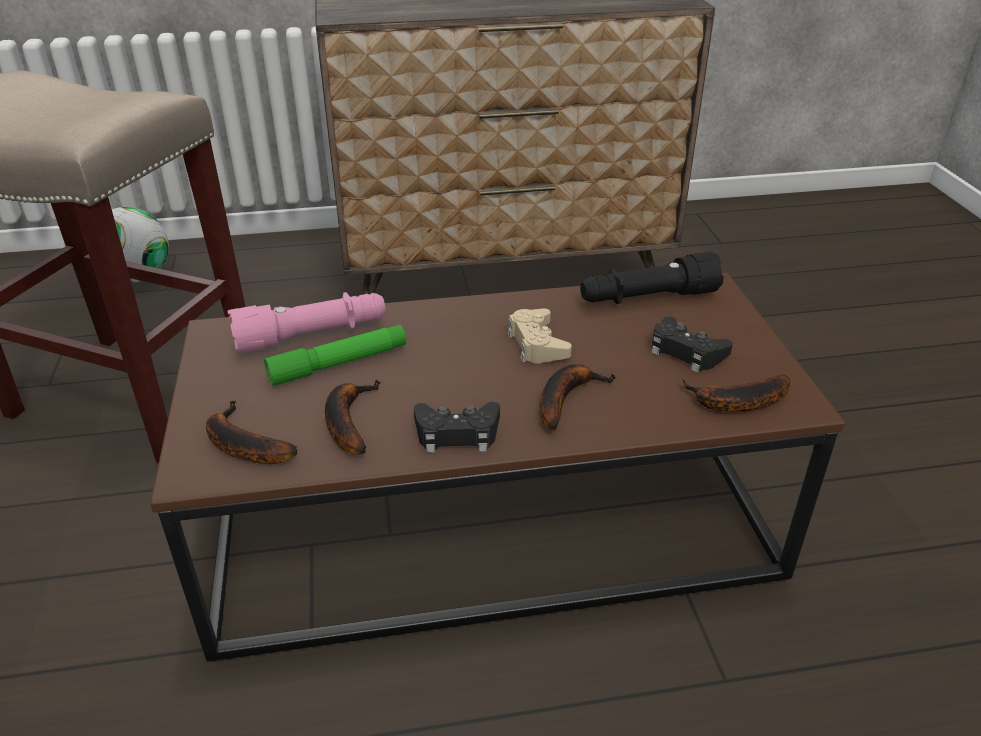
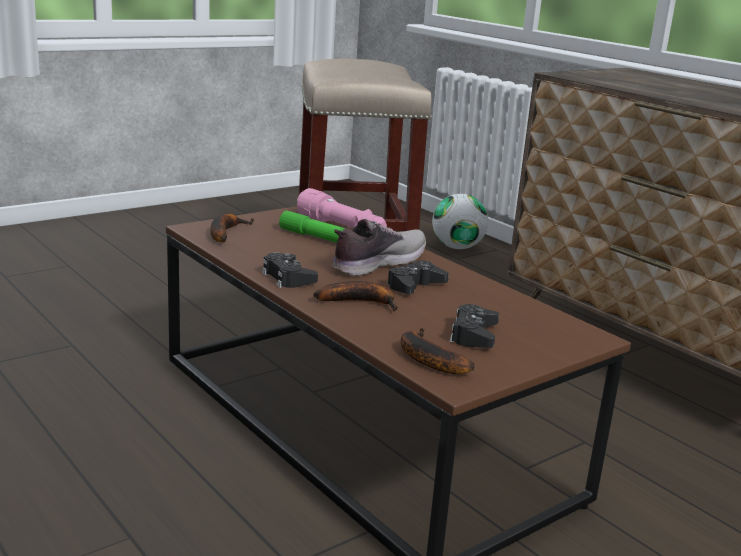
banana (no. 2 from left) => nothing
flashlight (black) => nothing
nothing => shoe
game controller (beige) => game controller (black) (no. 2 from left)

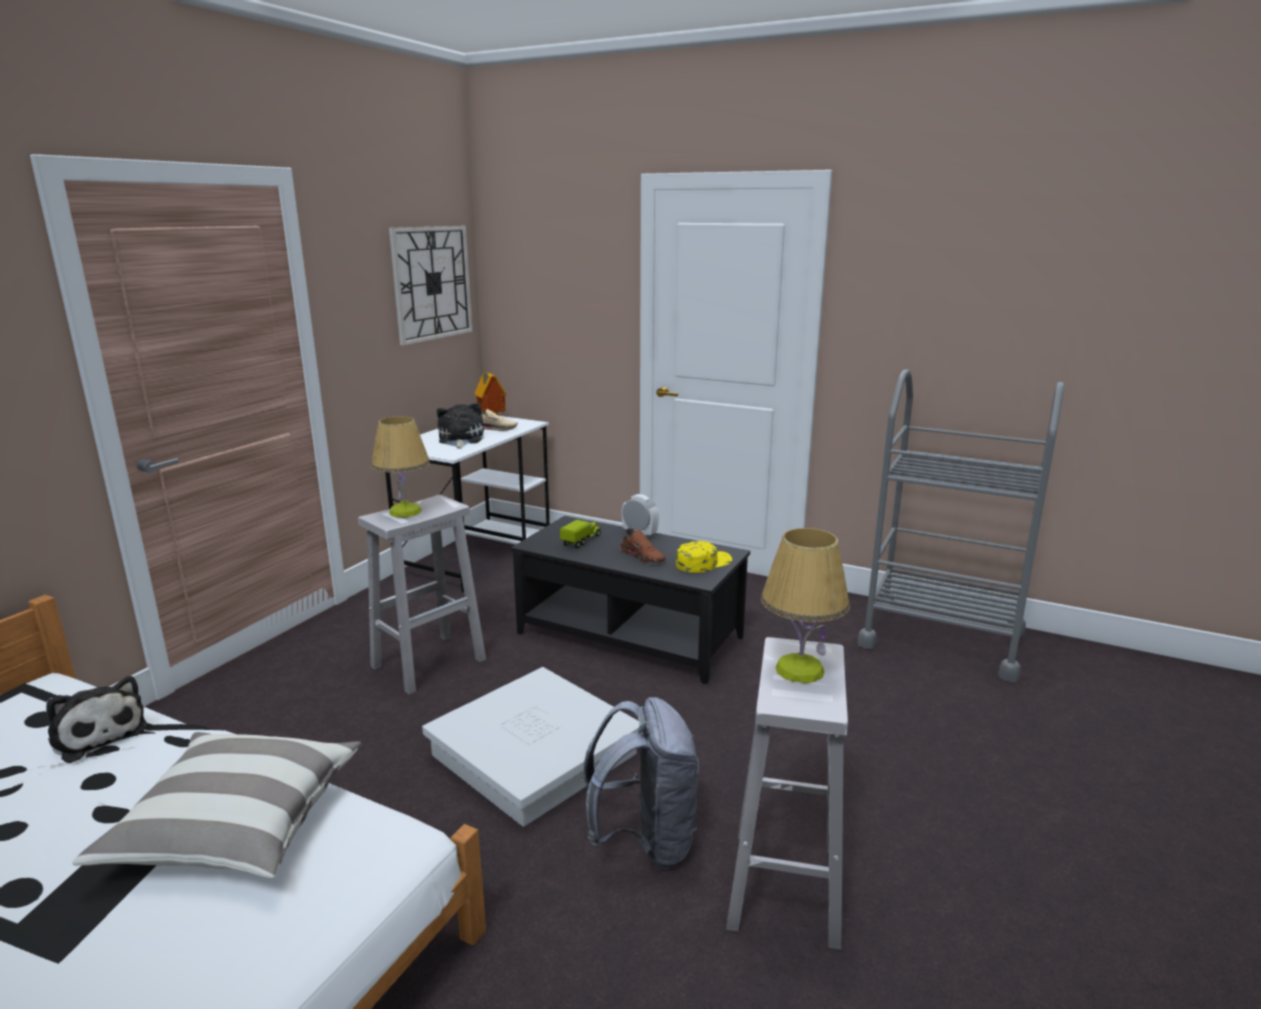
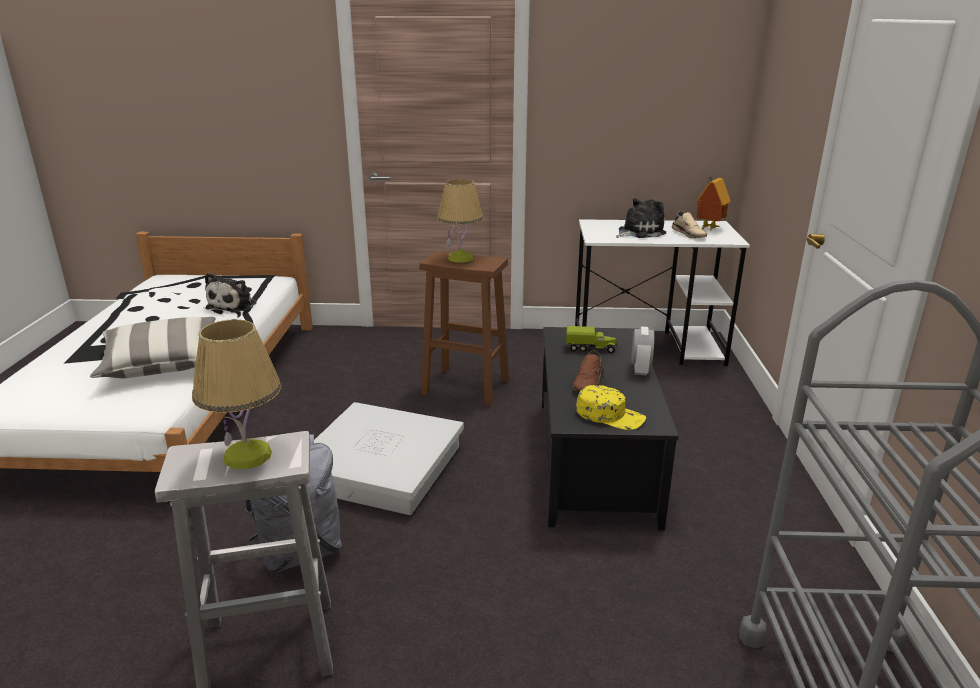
wall clock => nothing
stool (white) (no. 1 from left) => stool (brown)

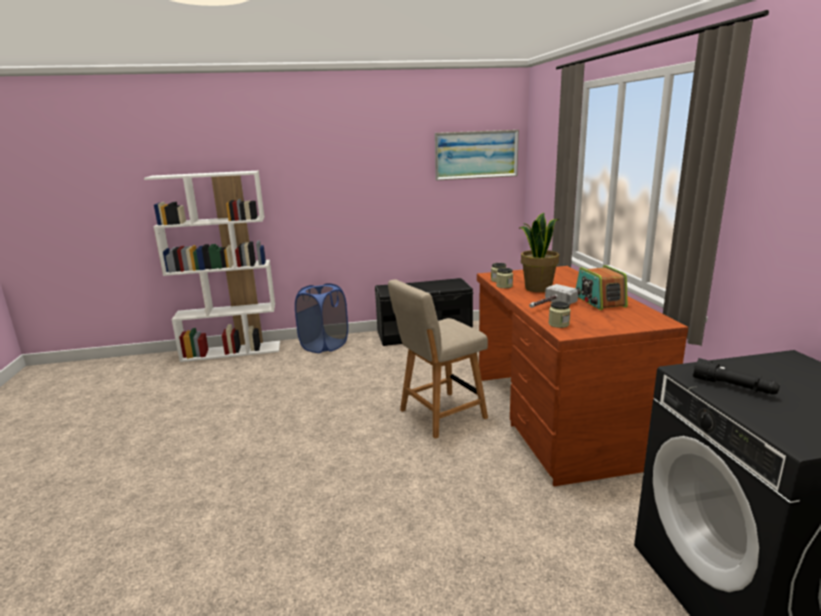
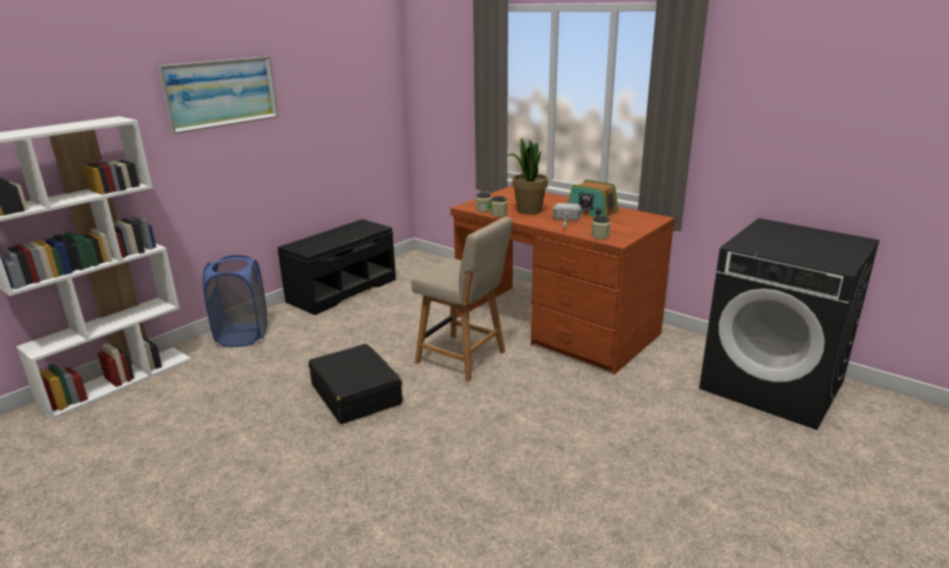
flashlight (black) => nothing
nothing => suitcase (black)
picture, relocated
chair (beige), 75 degrees counterclockwise

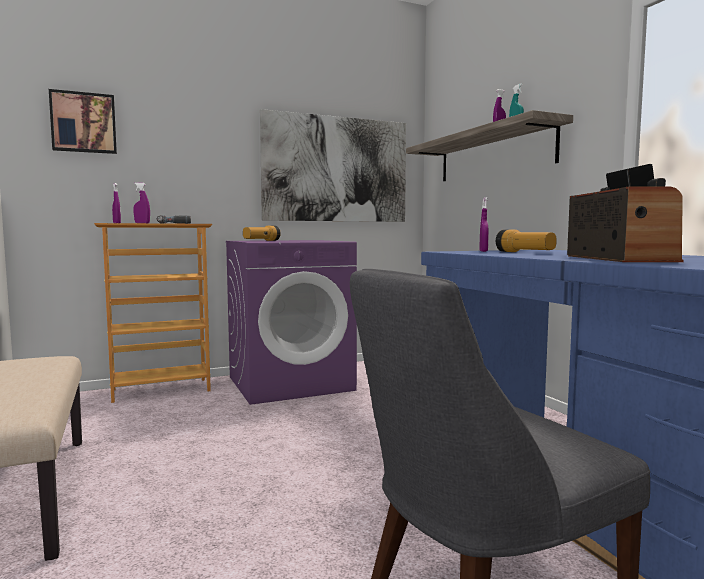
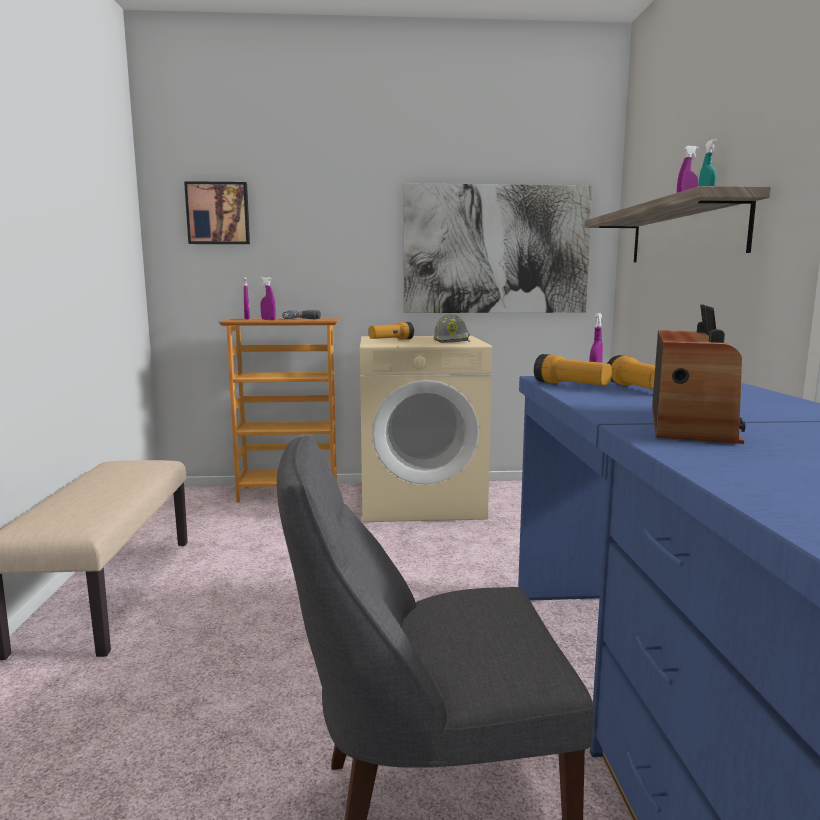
nothing => hard hat (grey)
nothing => flashlight (no. 2 from left)
washing machine (purple) => washing machine (beige)

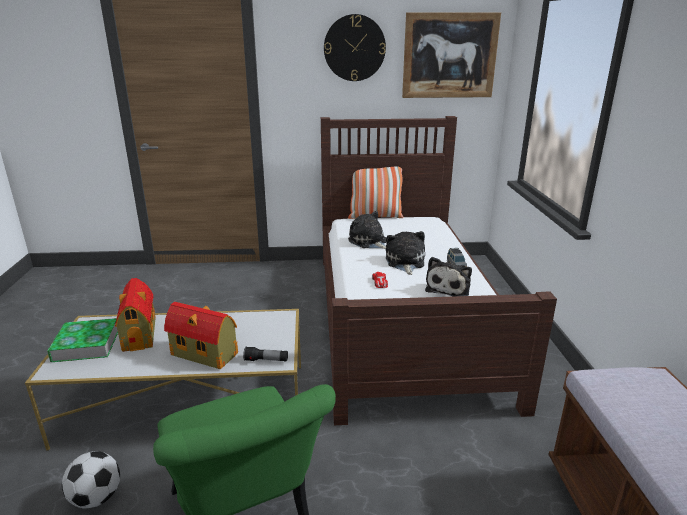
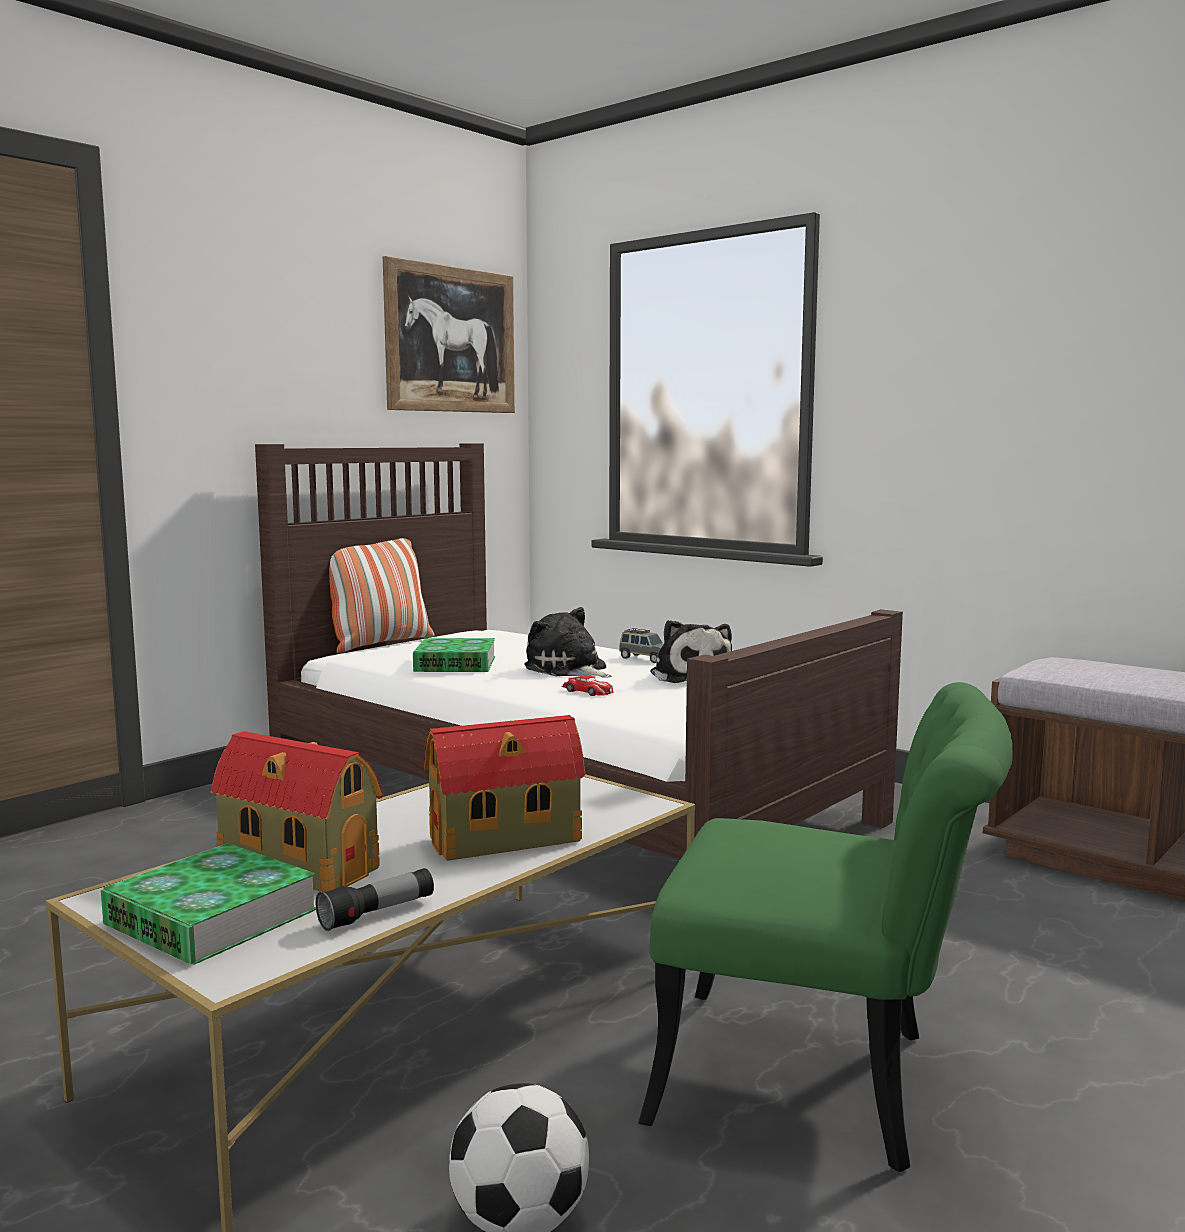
wall clock => nothing
flashlight, relocated
plush toy (no. 1 from left) => book (no. 2 from left)

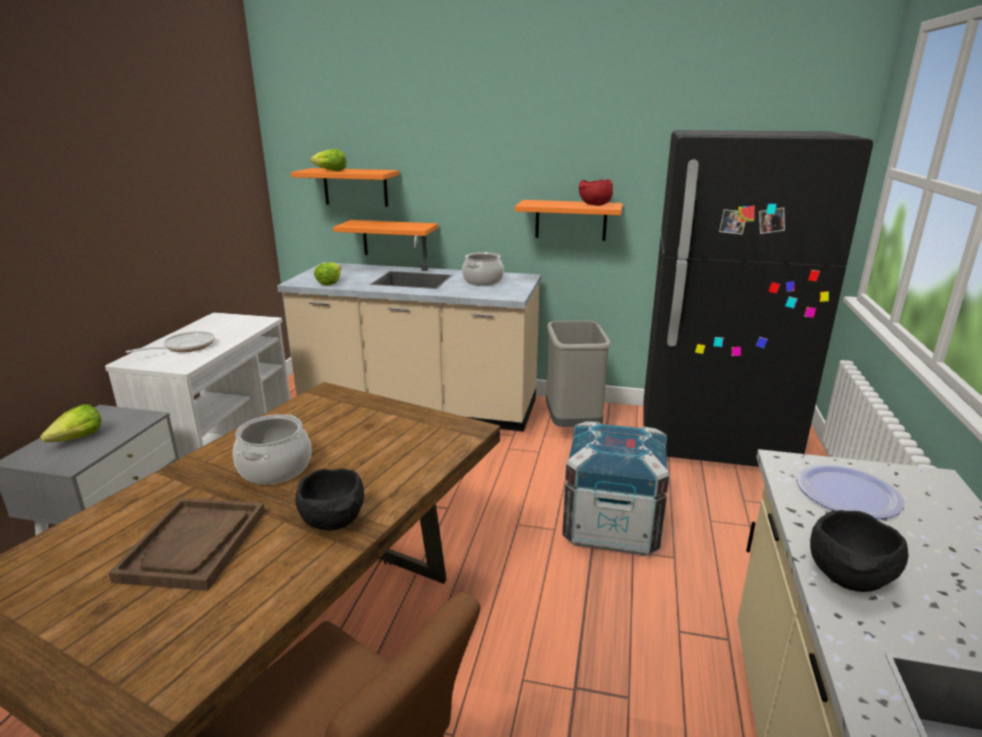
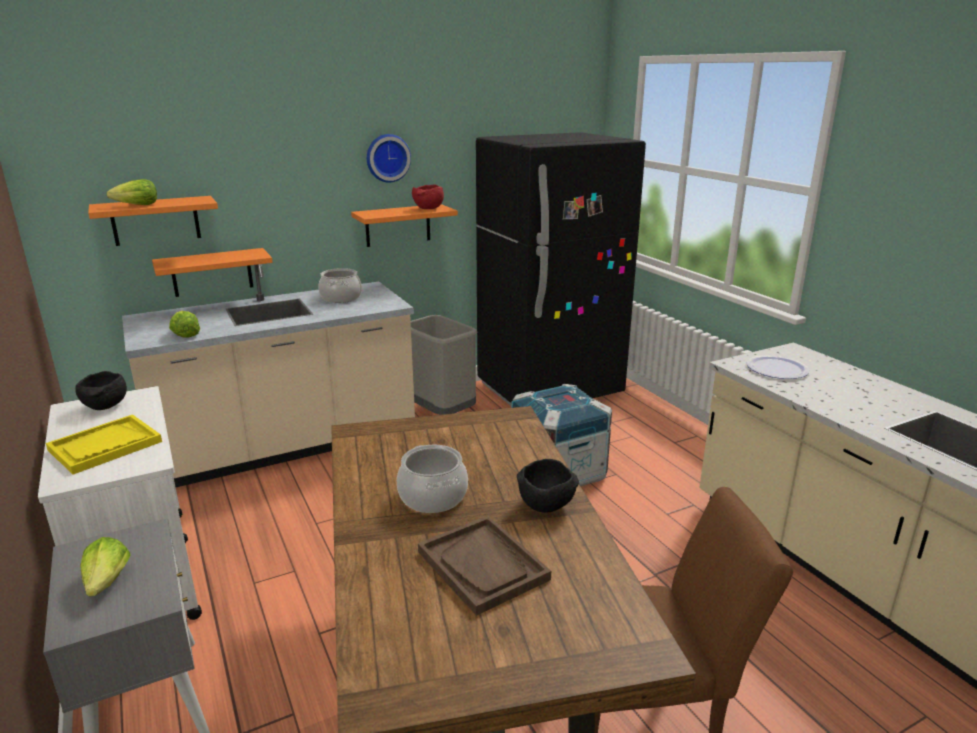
nothing => wall clock
bowl (black) (no. 2 from left in the first image) => bowl (black) (no. 1 from left), relocated
frying pan => tray (yellow)

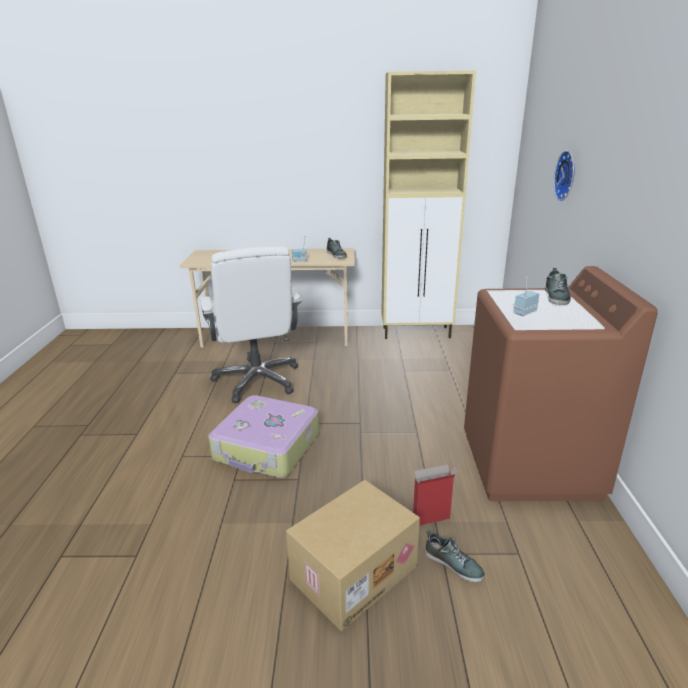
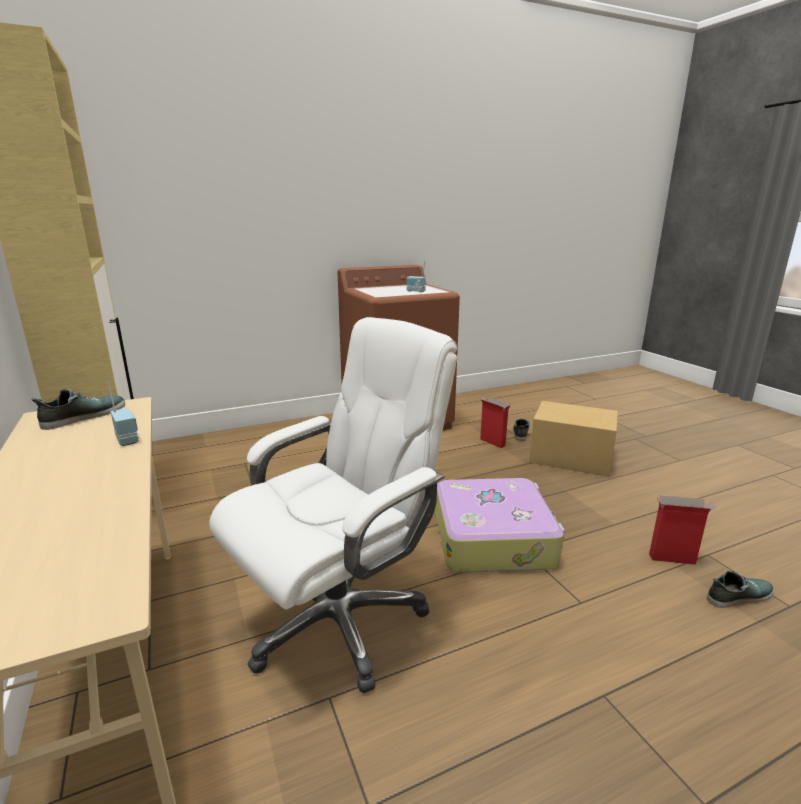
wall clock => nothing
nothing => cardboard box (no. 3 from left)
shoe (no. 3 from left), relocated

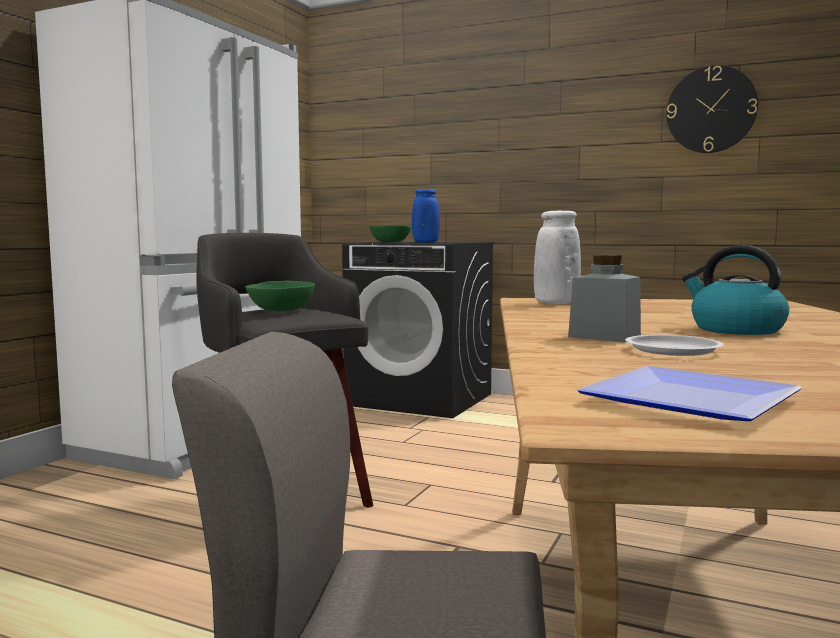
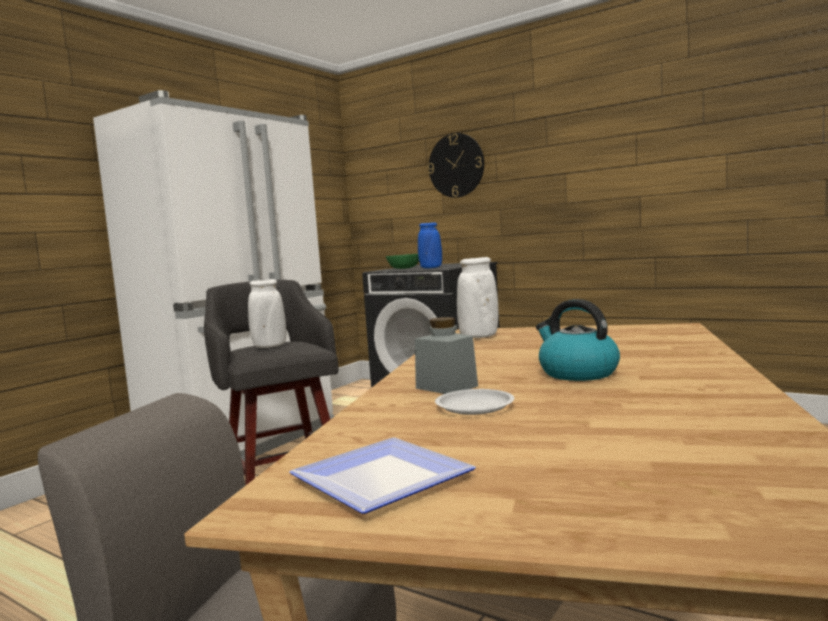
wall clock, relocated
bowl (green) (no. 1 from left) => vase (white) (no. 1 from left)

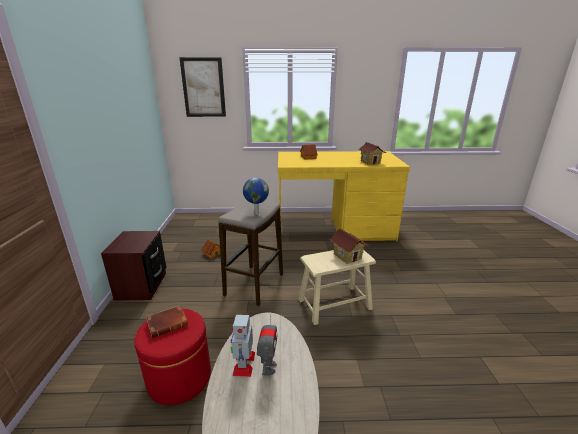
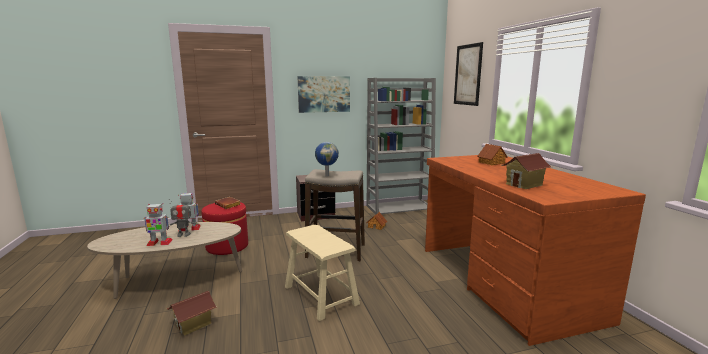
nothing => toy robot (no. 1 from left)
nothing => picture (no. 1 from left)
nothing => bookcase (grey)
toy house (no. 3 from left in the first image) => toy house (no. 1 from left), relocated
desk (yellow) => desk (brown)

